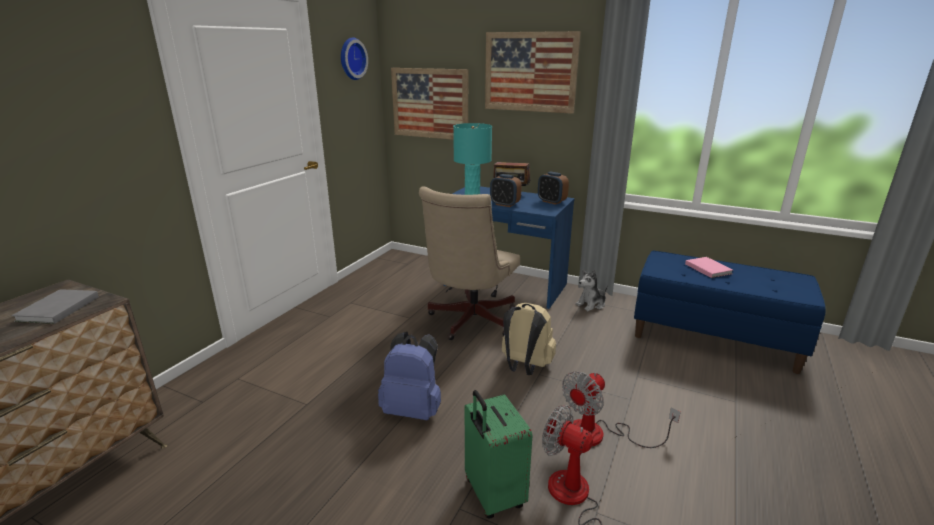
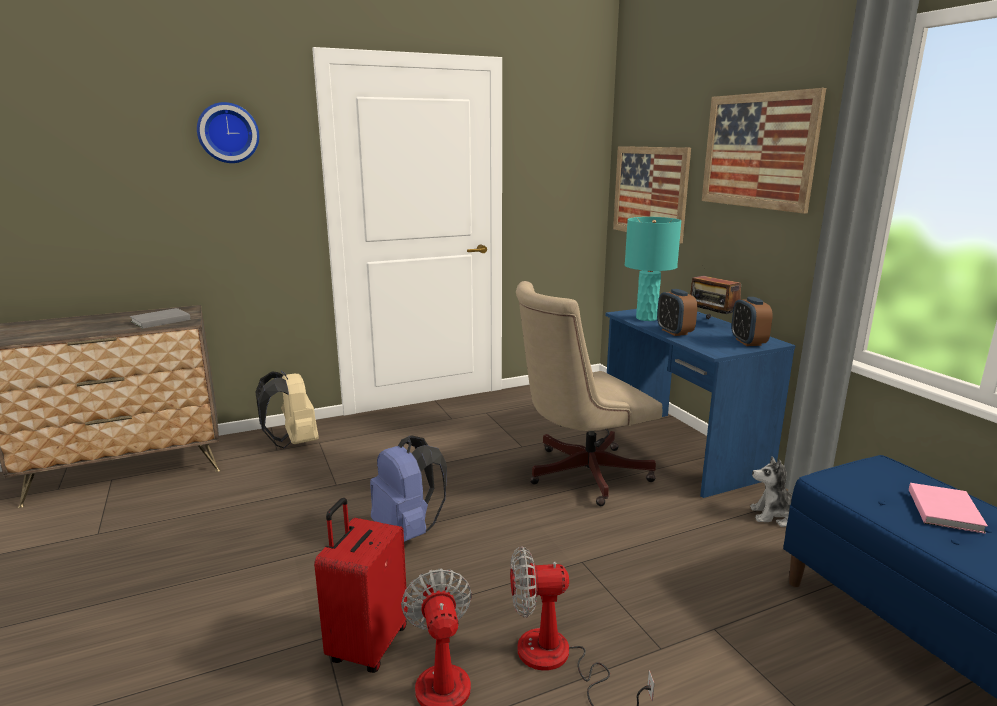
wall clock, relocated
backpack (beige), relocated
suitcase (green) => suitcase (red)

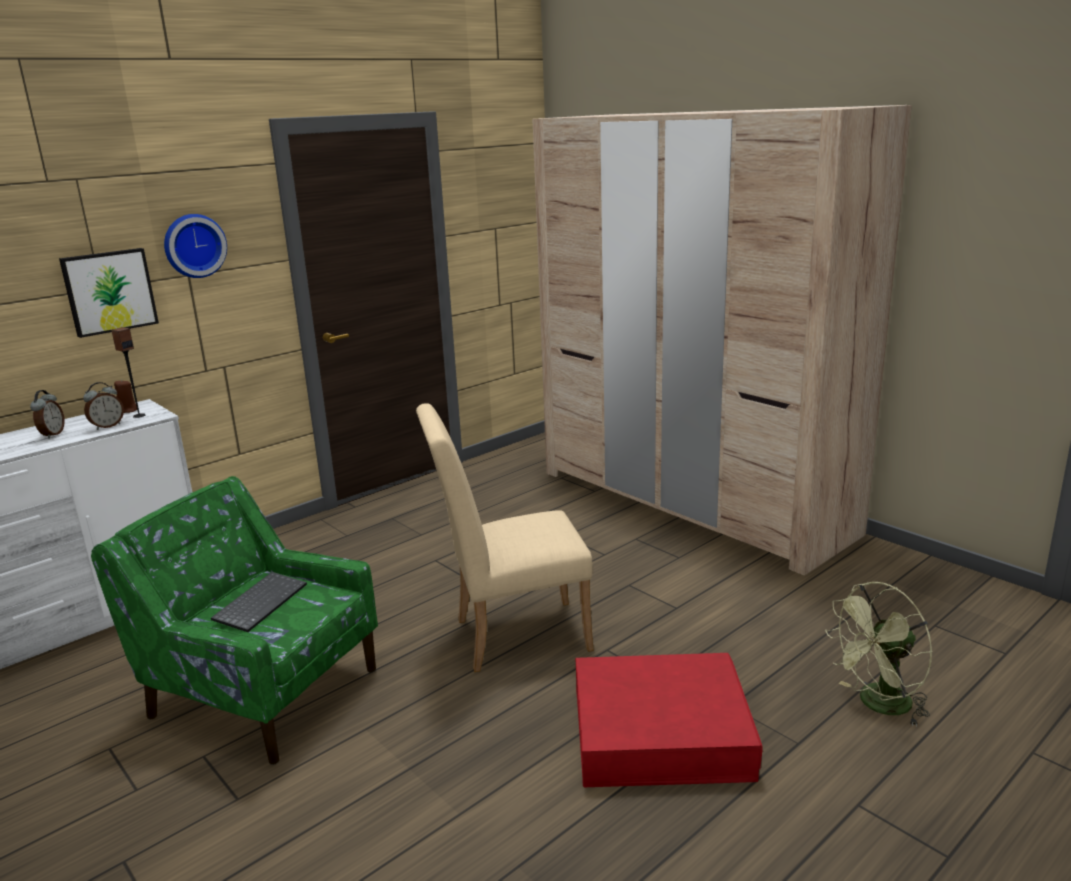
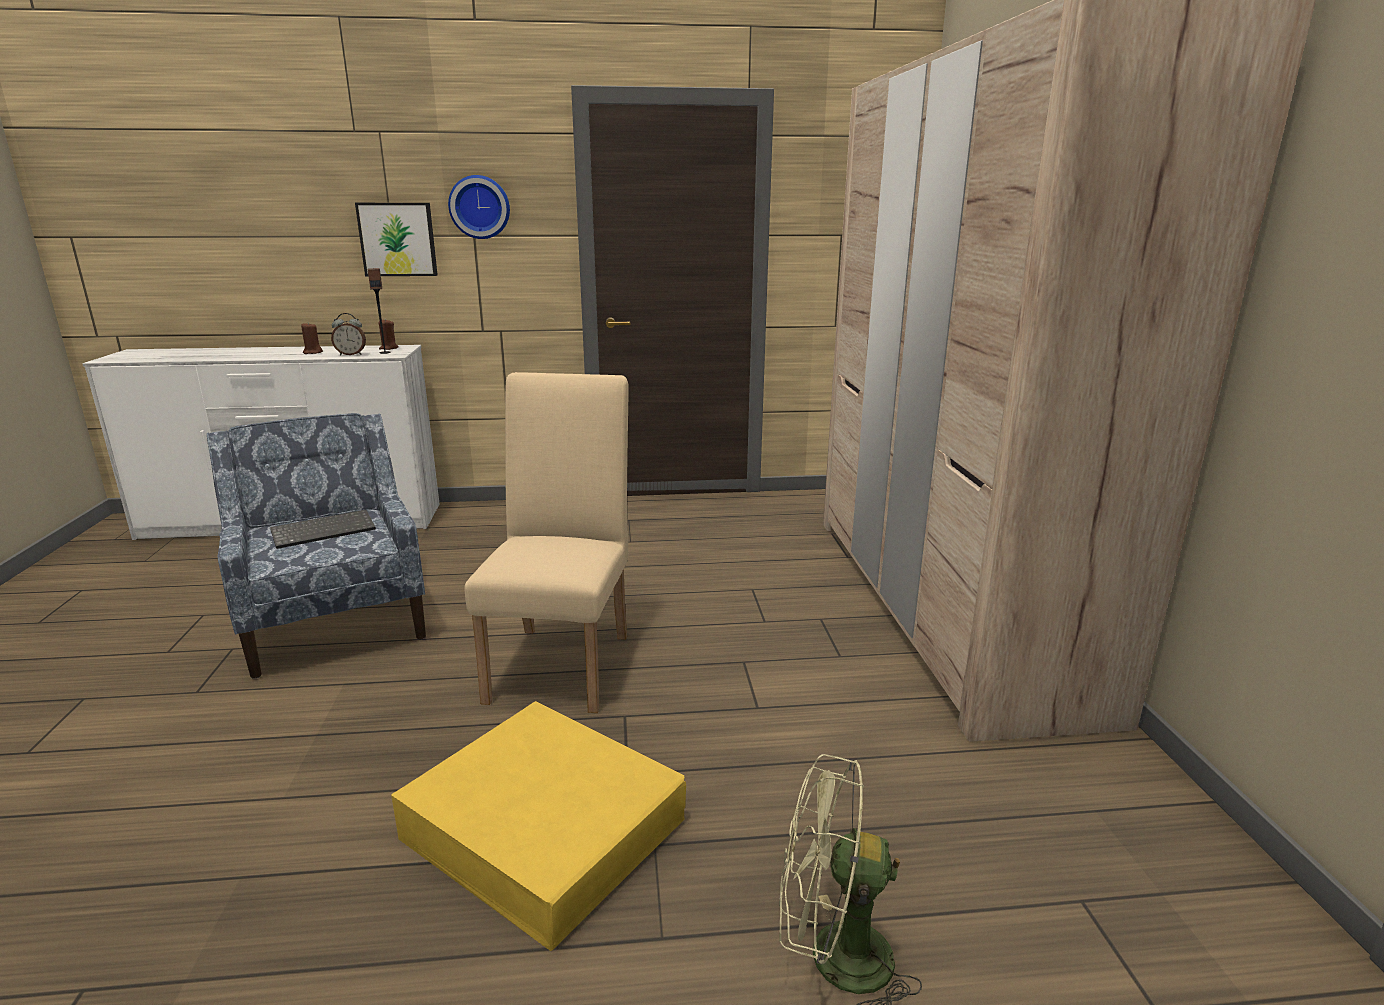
alarm clock (no. 1 from left) => candle (brown) (no. 1 from left)
armchair (green) => armchair (blue)
storage box (red) => storage box (yellow)
chair (beige), 75 degrees clockwise

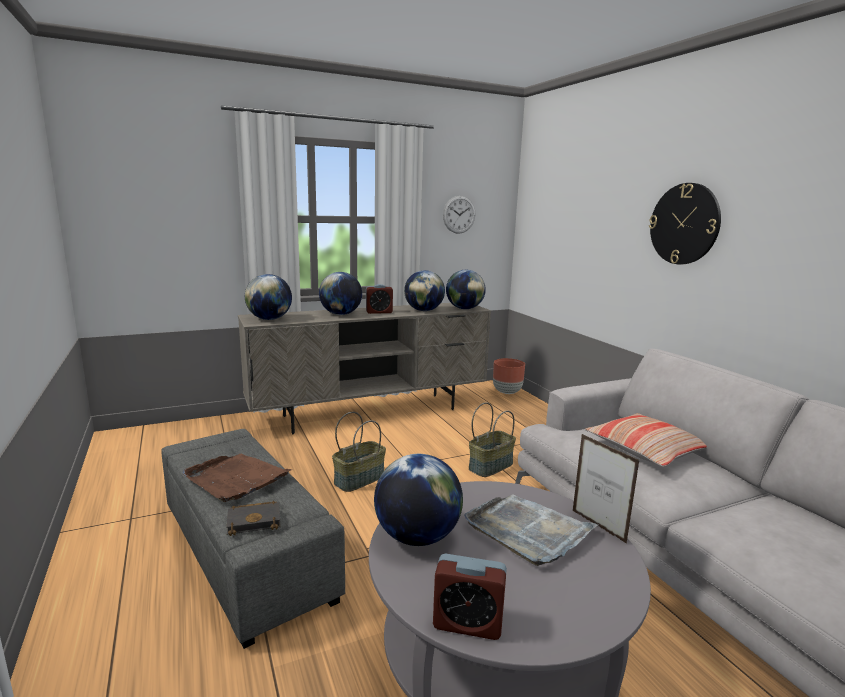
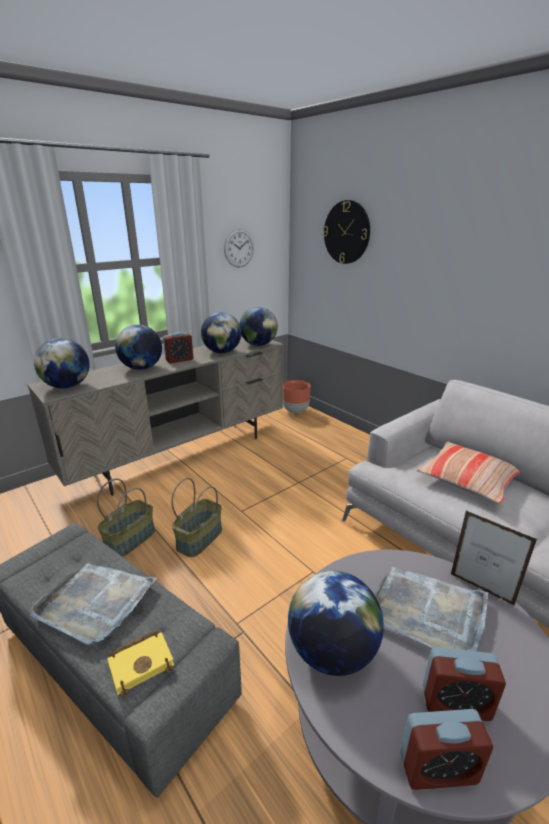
nothing => alarm clock (no. 3 from left)
basket (no. 2 from left in the first image) => basket (no. 1 from left), relocated
wall clock (no. 2 from left), relocated
tray (brown) => tray (grey) (no. 1 from left)
book (black) => book (yellow)

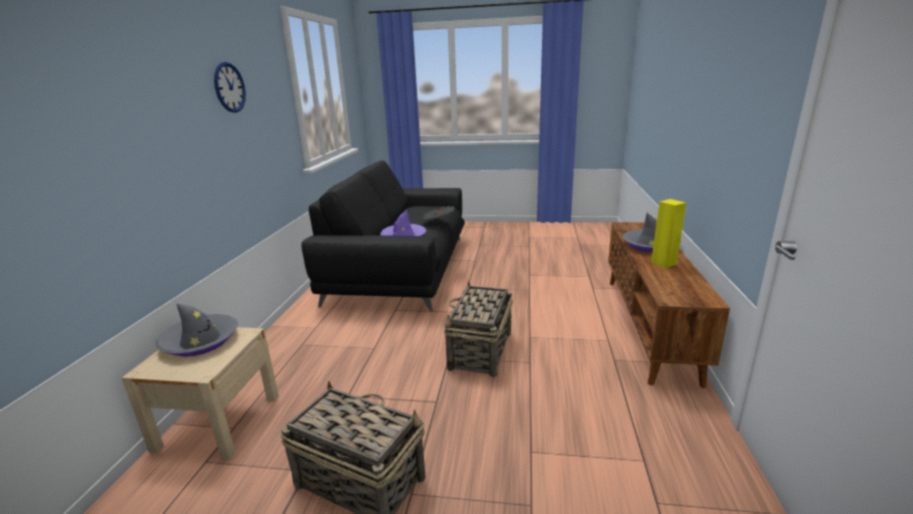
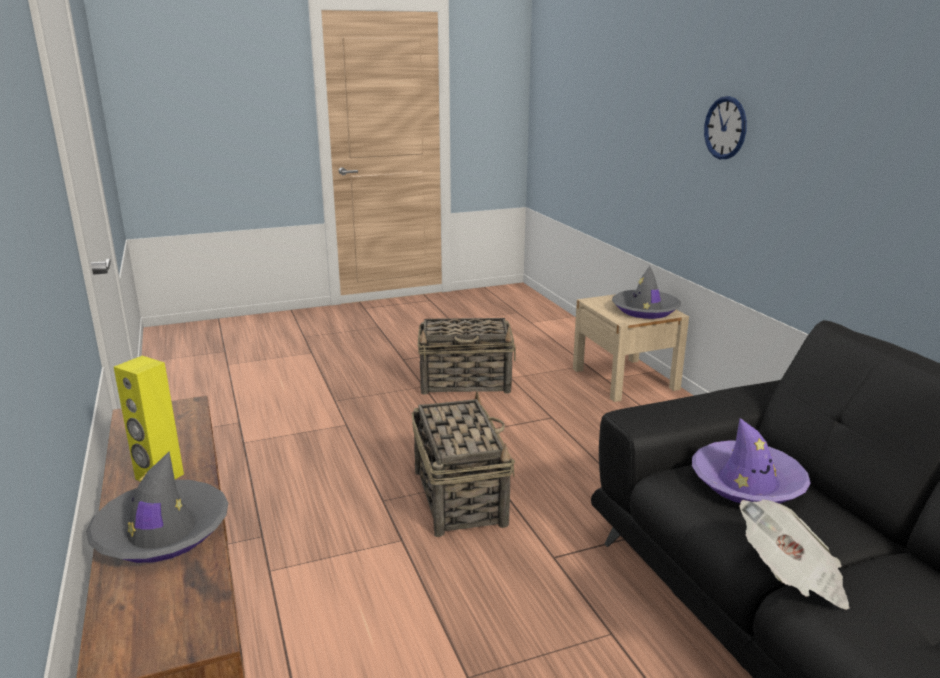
wall clock, relocated

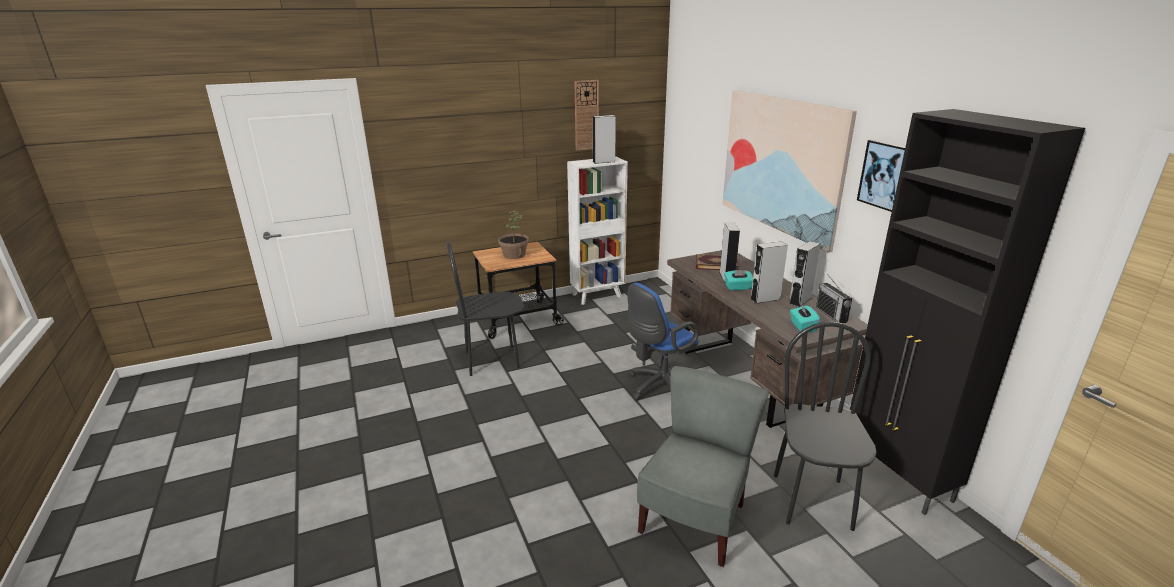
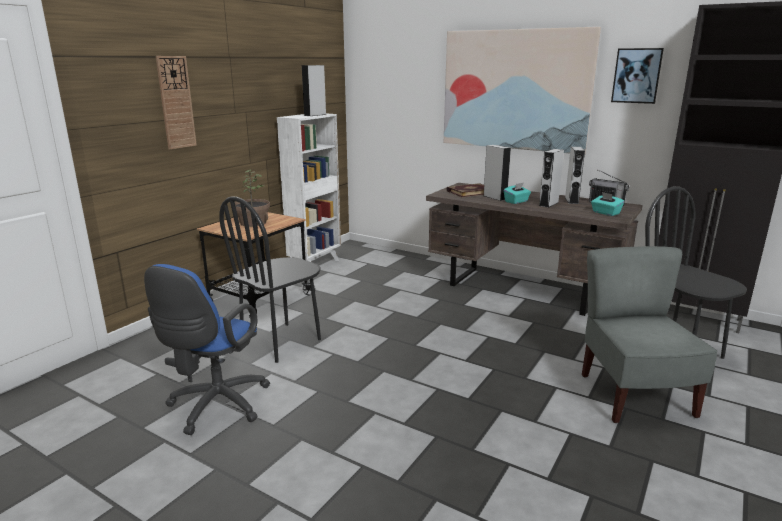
wall clock, relocated
office chair (blue), relocated

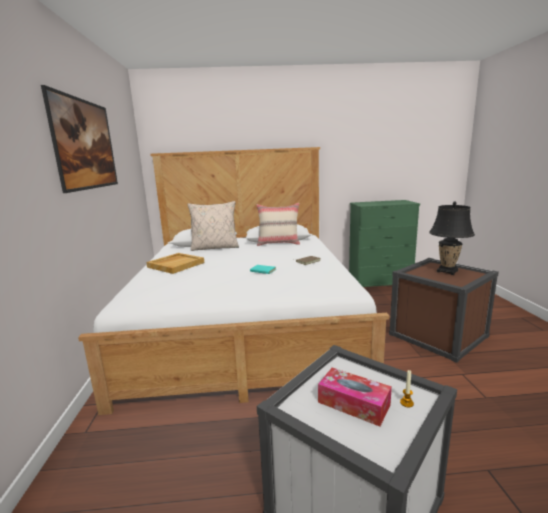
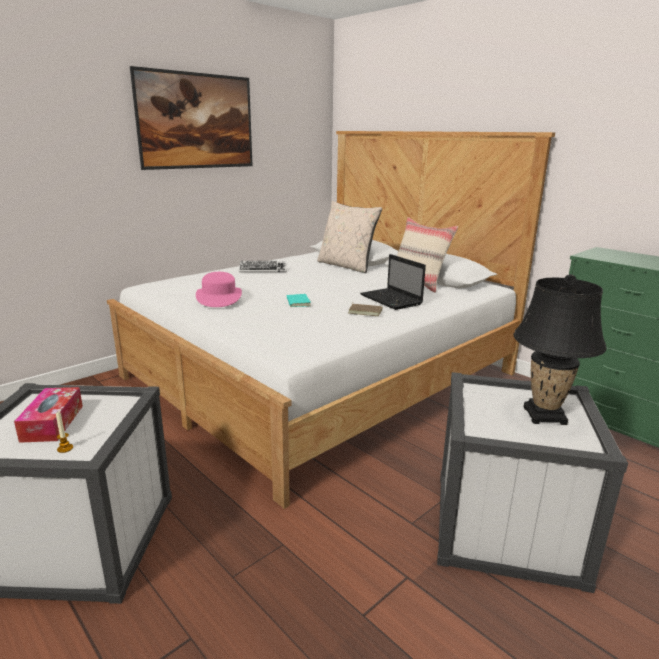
nothing => hat (pink)
nothing => laptop
tray (beige) => keyboard
storage box (brown) => storage box (white) (no. 2 from left)

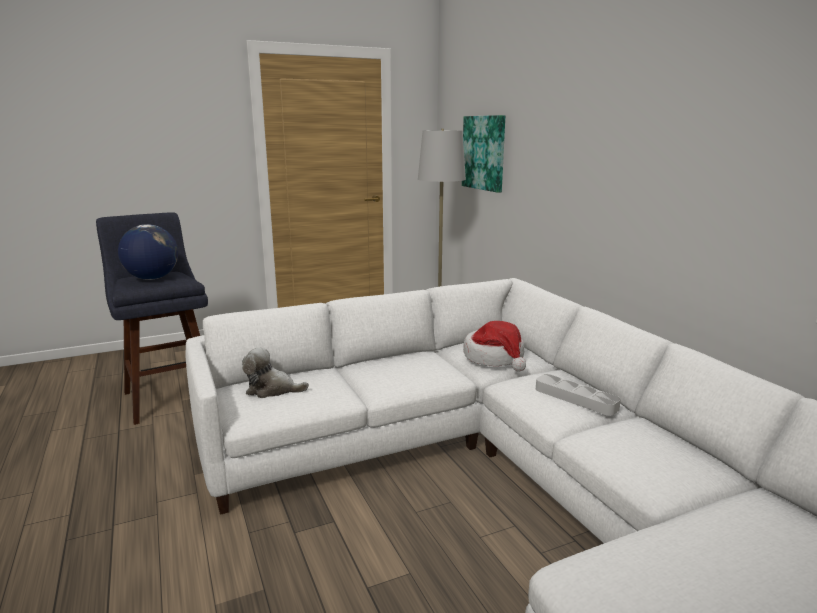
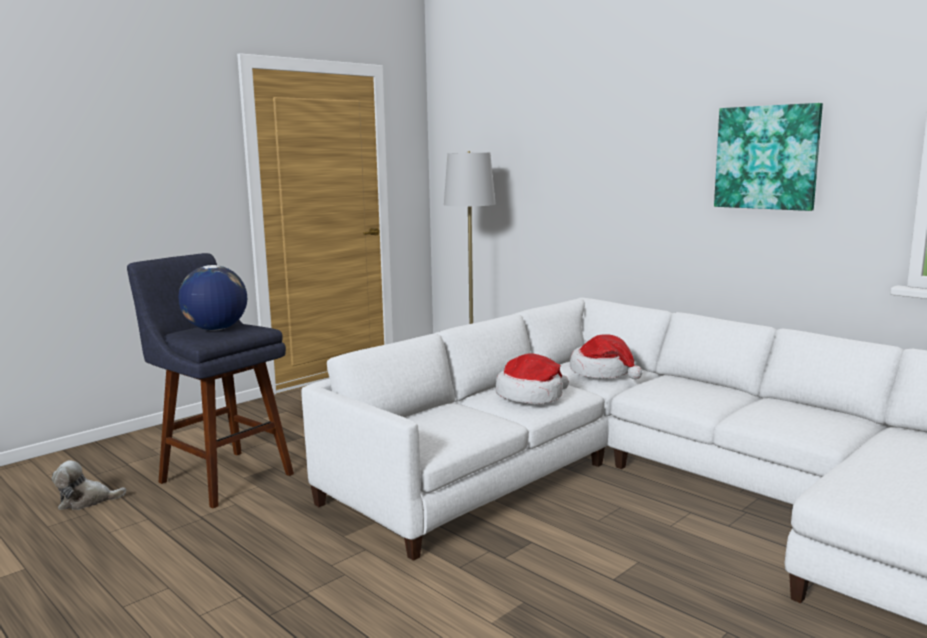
tray (grey) => nothing
nothing => hat (no. 1 from left)
plush toy, relocated
picture, relocated

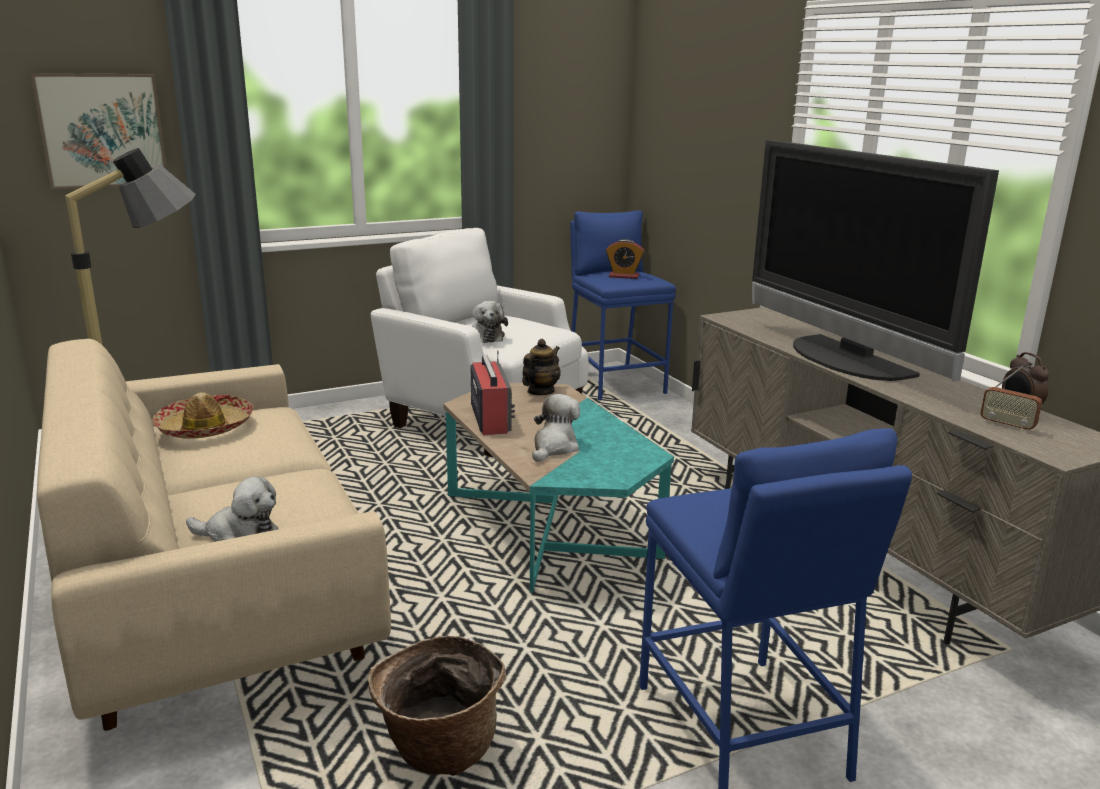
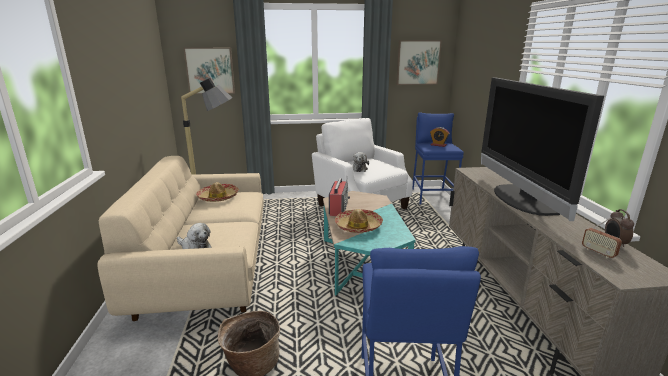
teapot => nothing
nothing => picture (no. 2 from left)
plush toy (no. 3 from left) => hat (no. 2 from left)

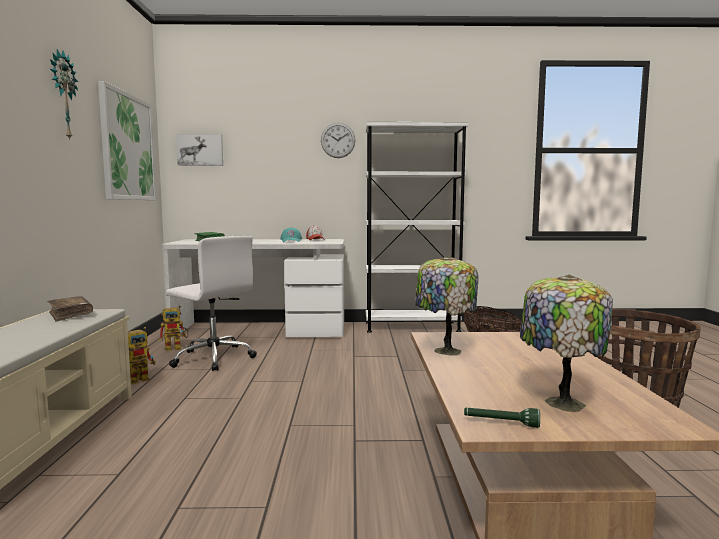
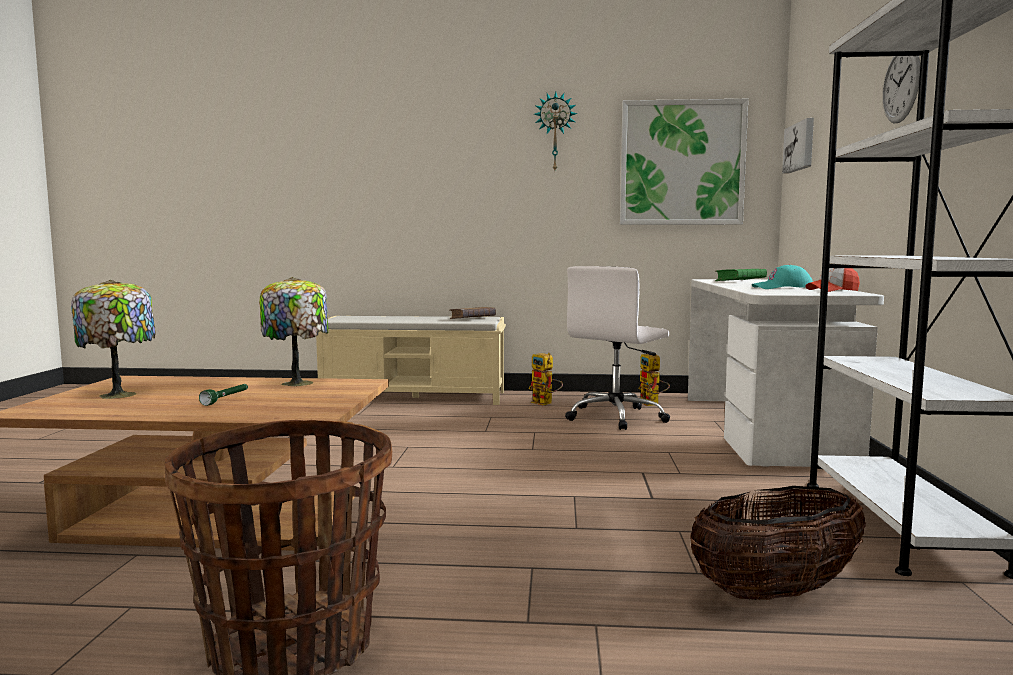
flashlight (green), relocated

